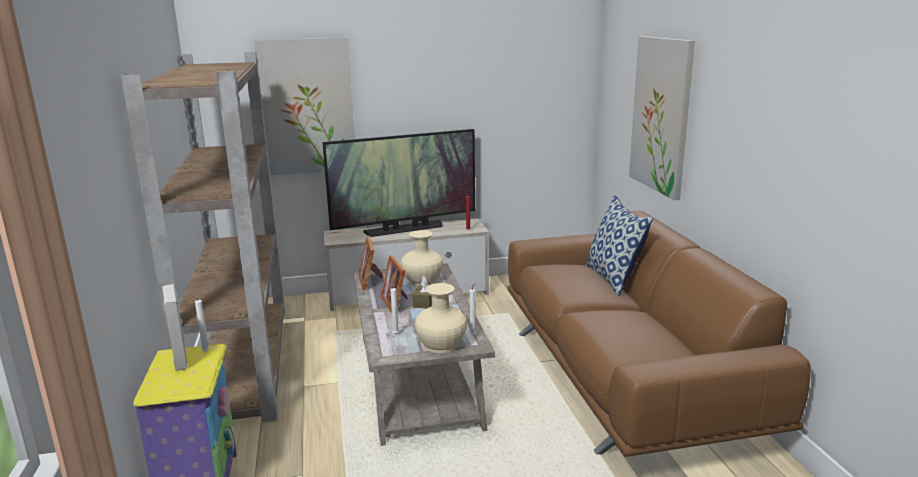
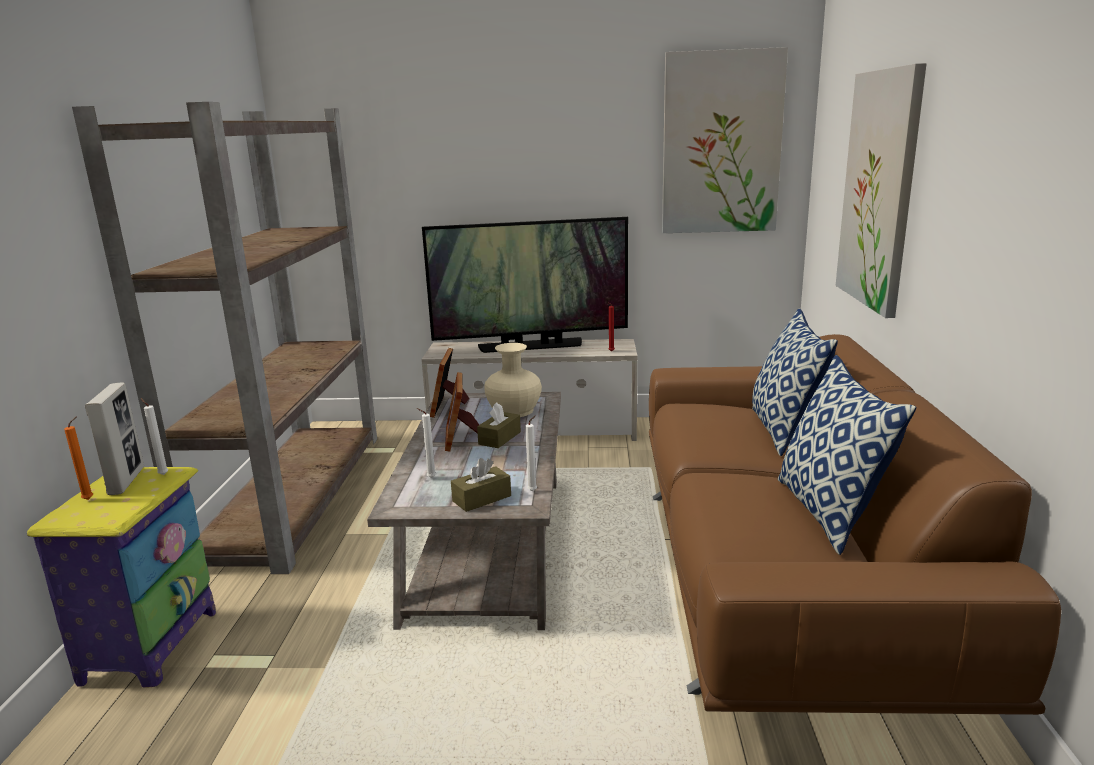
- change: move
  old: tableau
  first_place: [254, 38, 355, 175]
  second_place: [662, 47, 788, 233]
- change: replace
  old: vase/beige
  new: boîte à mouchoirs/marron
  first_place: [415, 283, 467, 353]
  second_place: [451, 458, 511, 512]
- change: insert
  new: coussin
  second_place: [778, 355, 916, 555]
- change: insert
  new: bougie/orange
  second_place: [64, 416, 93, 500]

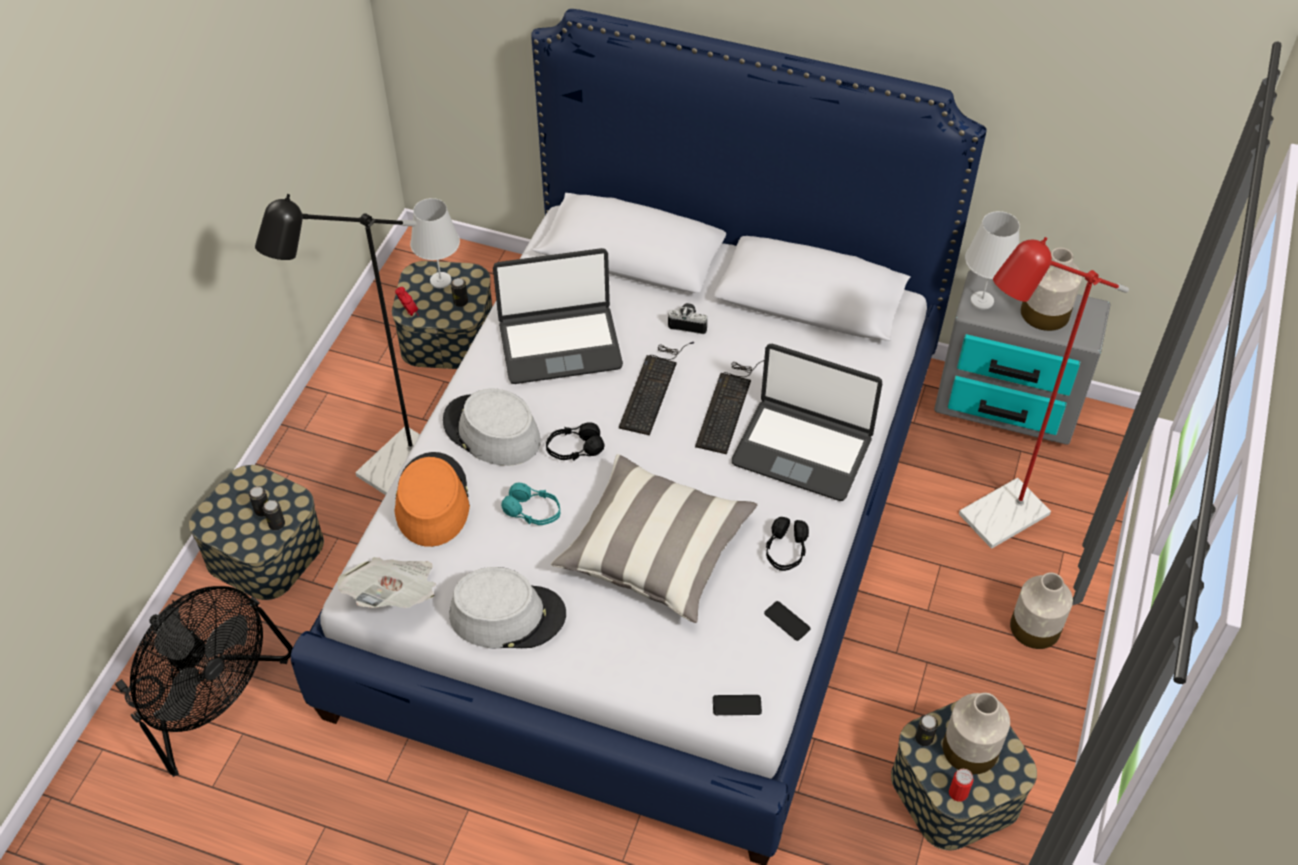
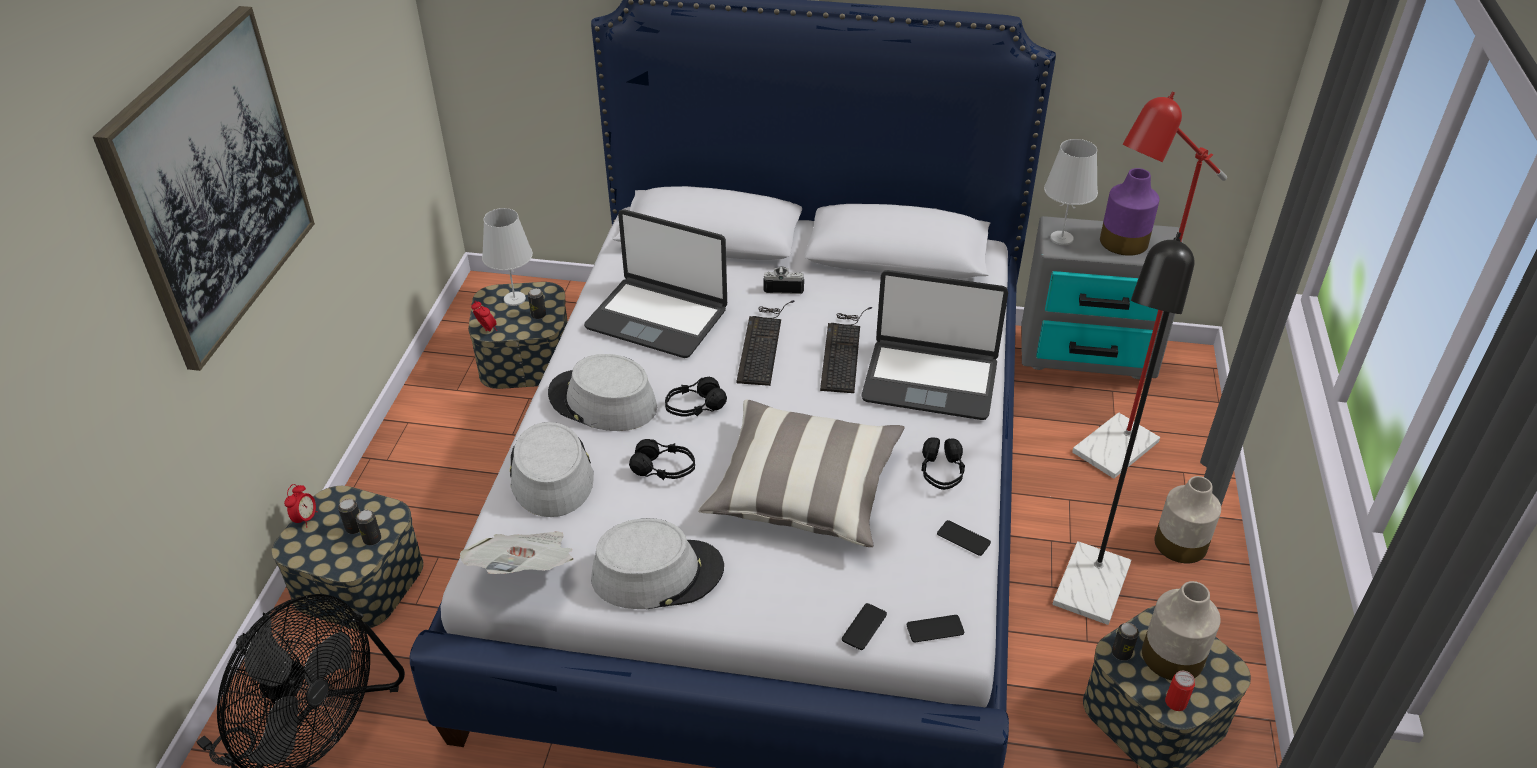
- change: move
  old: lampadaire/noir
  first_place: [255, 194, 420, 495]
  second_place: [1052, 232, 1195, 625]
- change: rotate
  old: ordinateur portable
  first_place: [493, 248, 623, 384]
  second_place: [584, 209, 727, 358]
  degrees: 45
- change: recolor
  old: vase/beige
  new: vase/violet
  first_place: [1021, 248, 1082, 331]
  second_place: [1100, 168, 1160, 256]
- change: recolor
  old: chapeau/orange
  new: chapeau/gris
  first_place: [394, 452, 470, 547]
  second_place: [510, 422, 594, 517]
- change: recolor
  old: casque audio/turquoise
  new: casque audio/noir
  first_place: [501, 483, 560, 525]
  second_place: [629, 439, 695, 480]
- change: insert
  new: tableau
  second_place: [93, 6, 315, 371]
- change: insert
  new: réveil
  second_place: [284, 484, 318, 528]
- change: insert
  new: téléphone
  second_place: [842, 603, 887, 650]

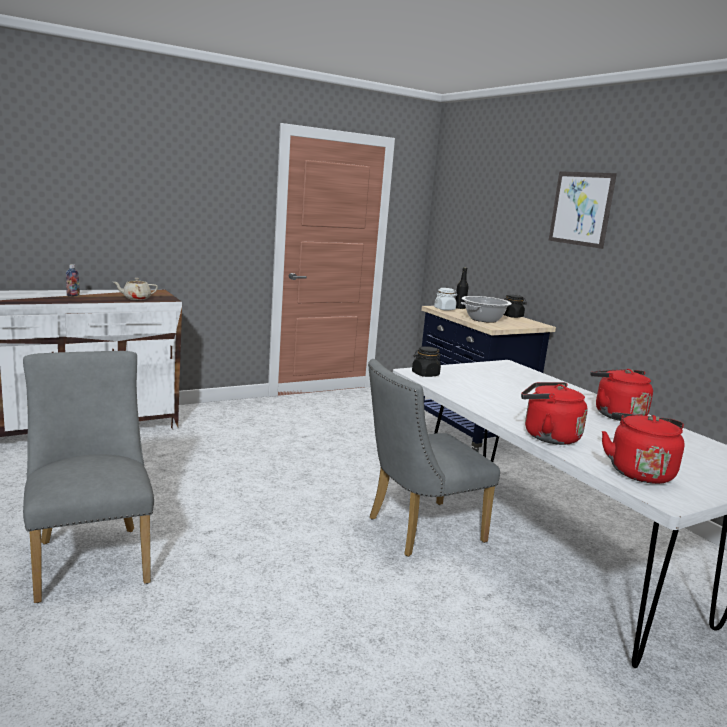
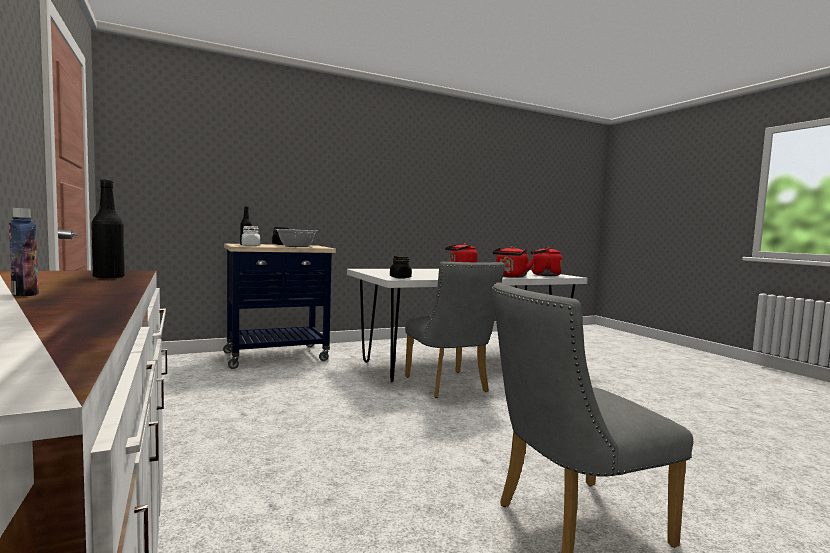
- change: delete
  old: tableau
  first_place: [549, 171, 617, 249]
- change: replace
  old: théière/beige
  new: bouteille/noir
  first_place: [113, 278, 158, 300]
  second_place: [91, 179, 125, 279]

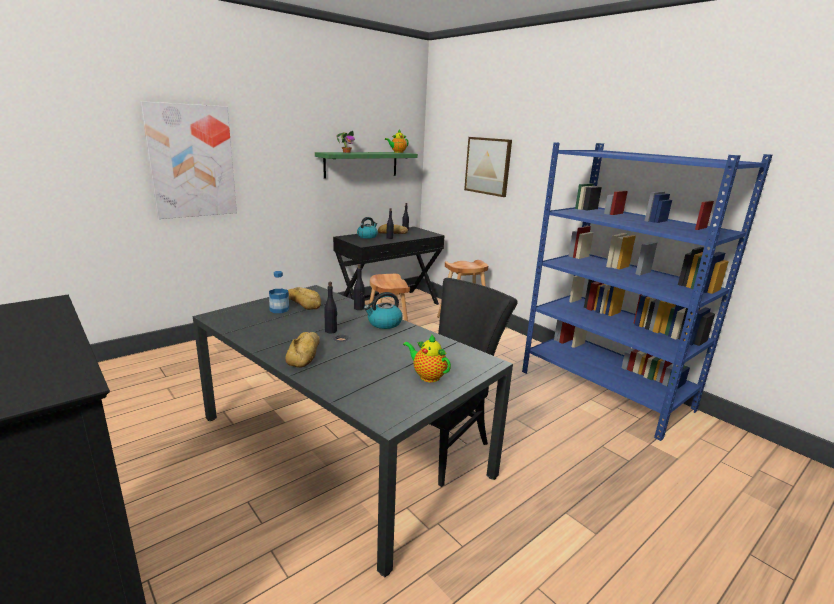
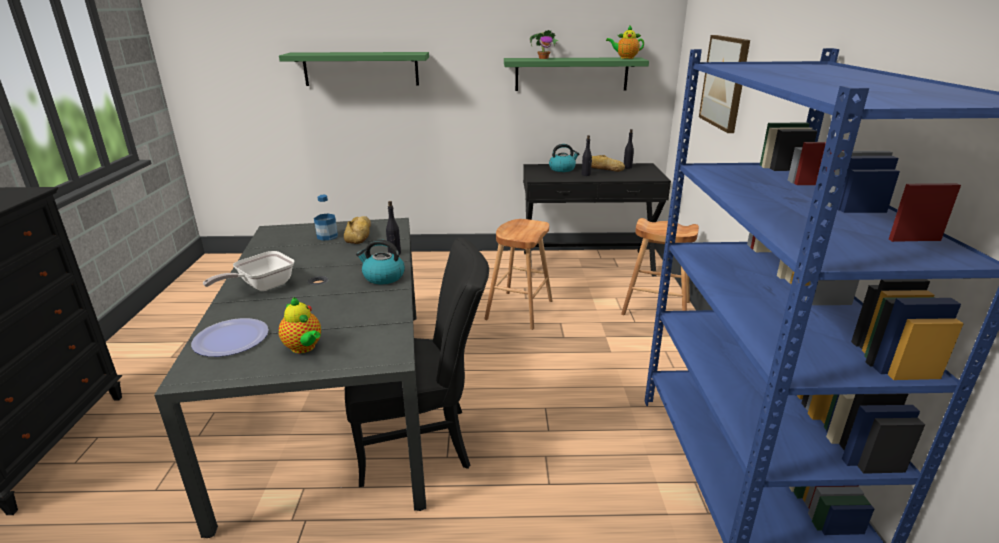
- change: replace
  old: tableau
  new: étagère/vert
  first_place: [140, 101, 237, 219]
  second_place: [279, 52, 429, 86]
- change: delete
  old: bouteille/noir
  first_place: [324, 282, 337, 333]
- change: replace
  old: pain
  new: poêle
  first_place: [285, 332, 320, 368]
  second_place: [203, 251, 294, 291]
- change: rotate
  old: théière
  first_place: [403, 334, 451, 382]
  second_place: [278, 297, 321, 353]
  degrees: 150
- change: insert
  new: assiette
  second_place: [191, 318, 269, 357]

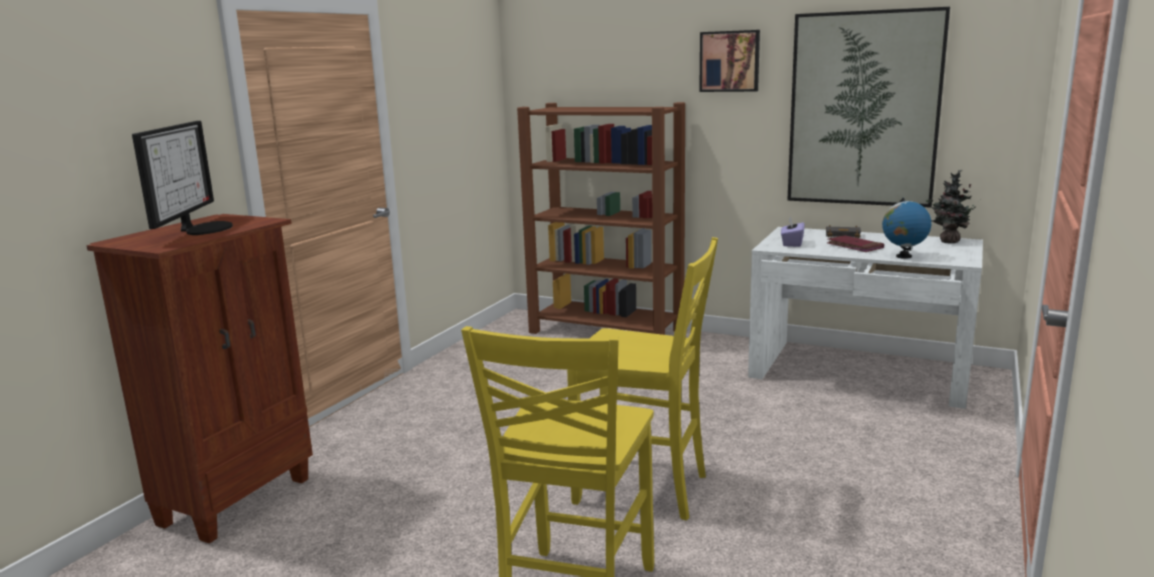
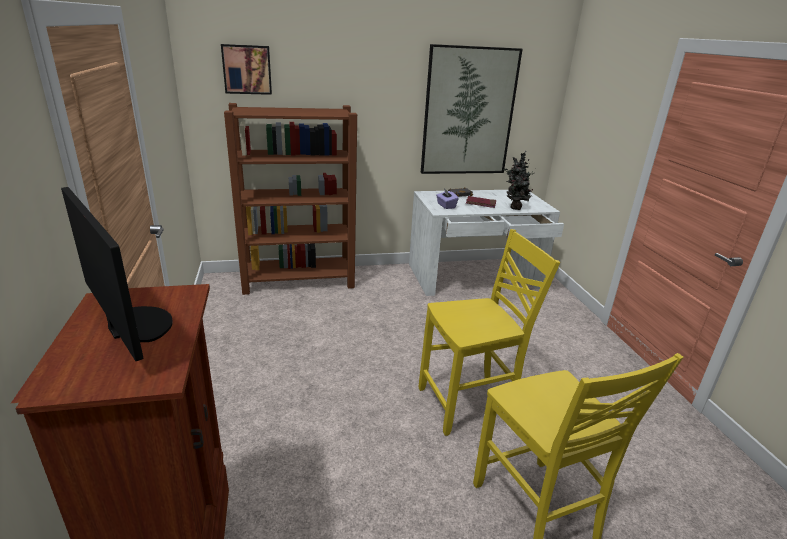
- change: move
  old: tableau
  first_place: [699, 30, 760, 92]
  second_place: [221, 44, 272, 95]
- change: replace
  old: globe
  new: plante en pot
  first_place: [882, 198, 931, 259]
  second_place: [507, 162, 533, 210]

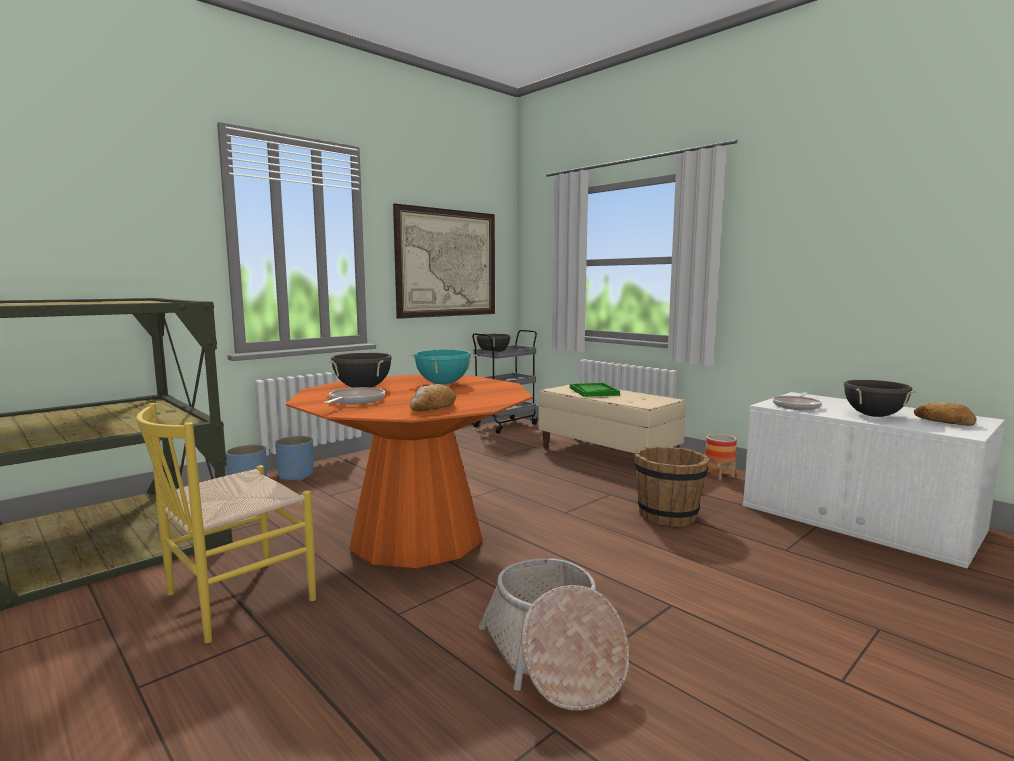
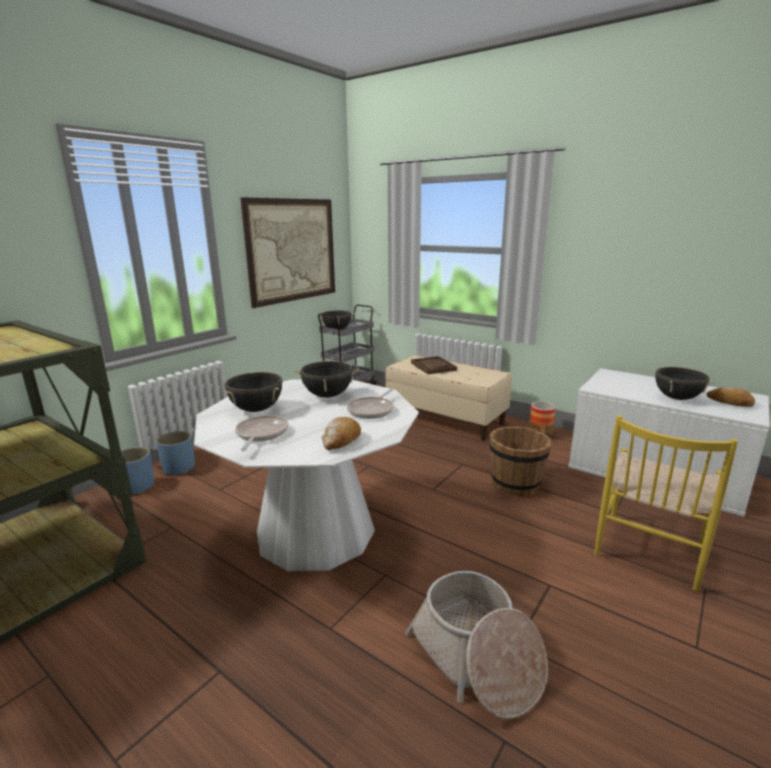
- change: recolor
  old: marmite/turquoise
  new: marmite/noir
  first_place: [409, 350, 477, 385]
  second_place: [294, 360, 359, 398]
- change: recolor
  old: table à manger/orange
  new: table à manger/blanc
  first_place: [286, 374, 532, 568]
  second_place: [194, 379, 419, 571]
- change: recolor
  old: plateau/vert
  new: plateau/marron
  first_place: [570, 383, 620, 397]
  second_place: [411, 356, 457, 374]
- change: move
  old: poêle
  first_place: [772, 392, 822, 410]
  second_place: [347, 389, 394, 419]
- change: move
  old: chaise/jaune
  first_place: [136, 403, 316, 643]
  second_place: [594, 415, 738, 591]

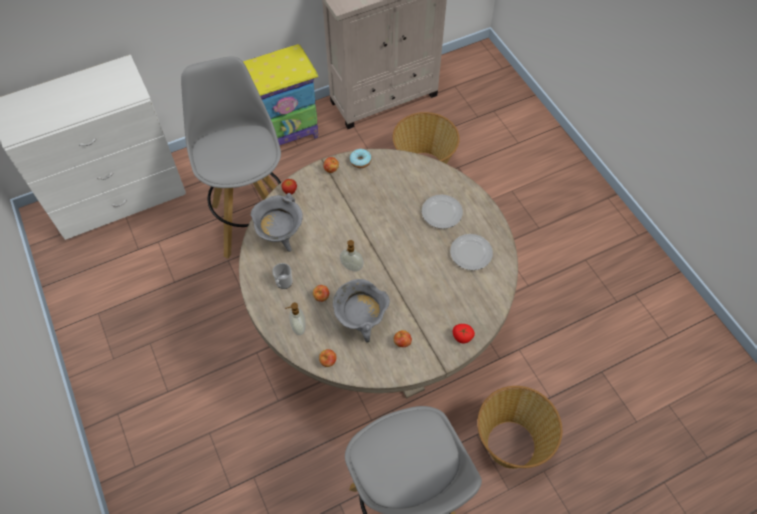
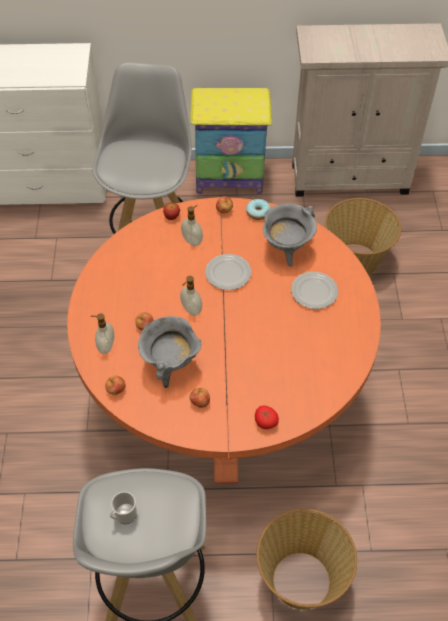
- change: recolor
  old: table à manger/beige
  new: table à manger/orange
  first_place: [239, 149, 518, 399]
  second_place: [67, 197, 381, 484]
- change: move
  old: marmite/gris
  first_place: [250, 193, 303, 252]
  second_place: [263, 204, 317, 266]
- change: move
  old: assiette
  first_place: [450, 234, 493, 270]
  second_place: [205, 254, 251, 290]
- change: move
  old: mug
  first_place: [272, 263, 293, 289]
  second_place: [110, 492, 137, 524]
- change: insert
  new: distributeur de savon
  second_place: [181, 205, 203, 246]

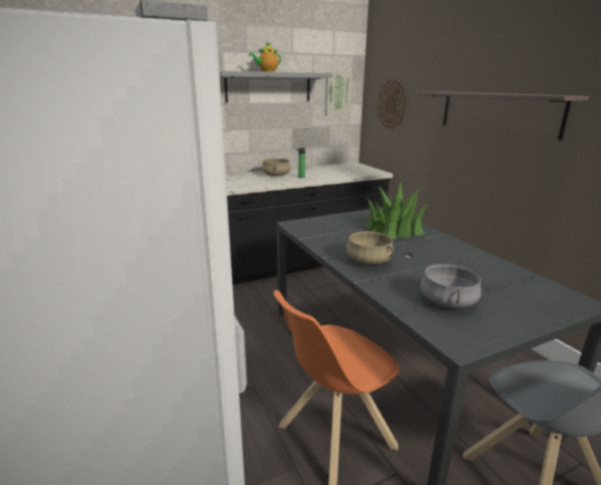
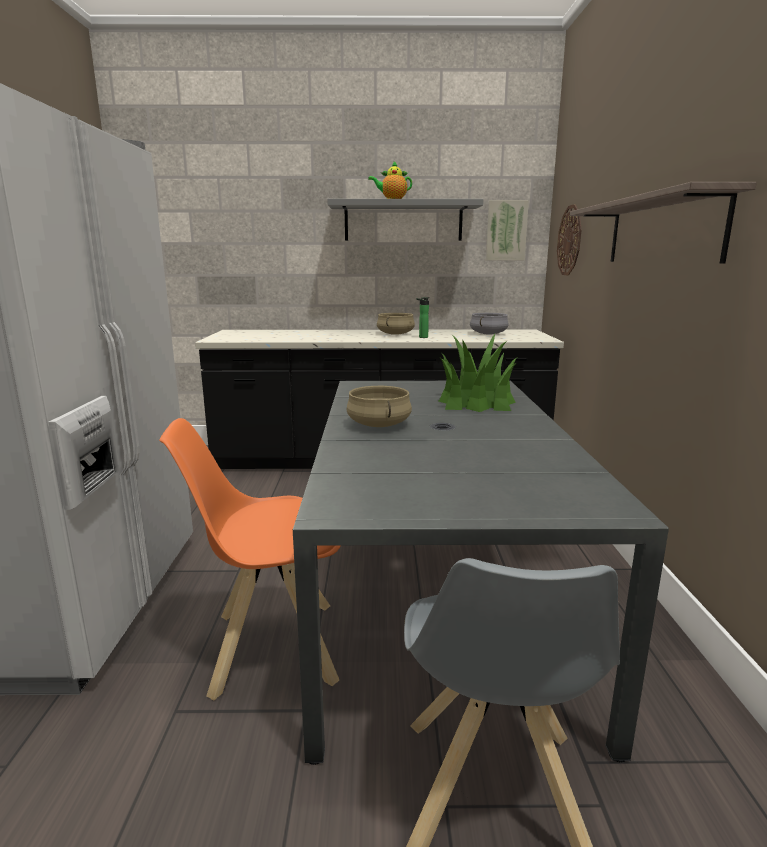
- change: move
  old: marmite/gris
  first_place: [420, 264, 481, 308]
  second_place: [470, 313, 509, 335]

